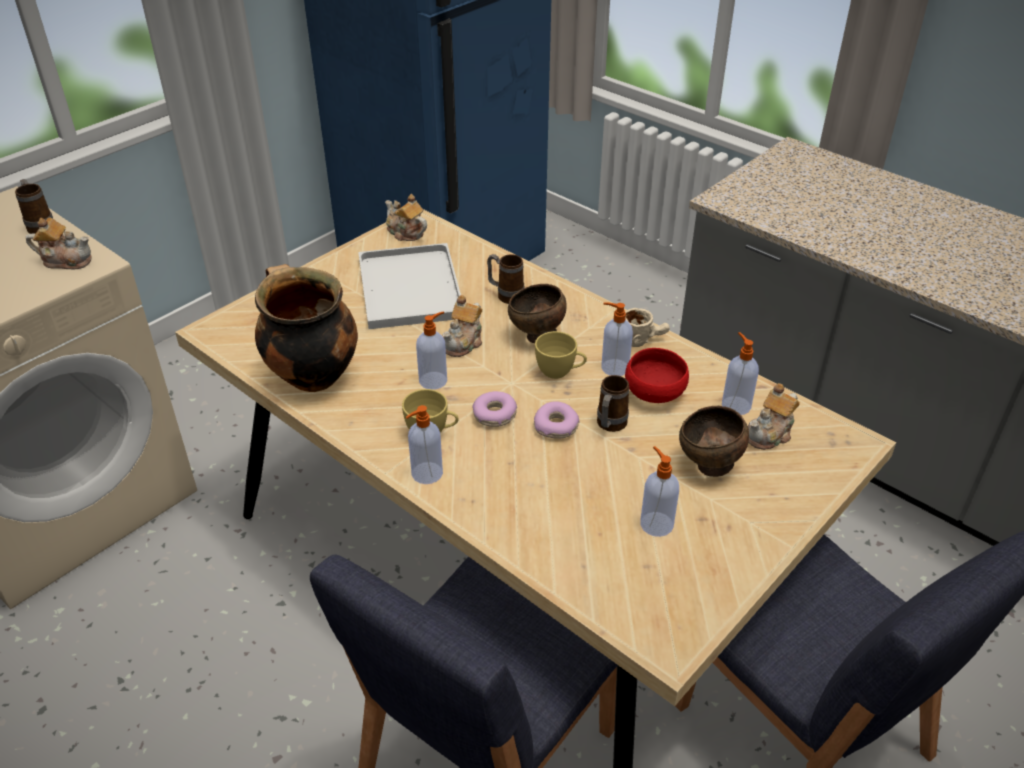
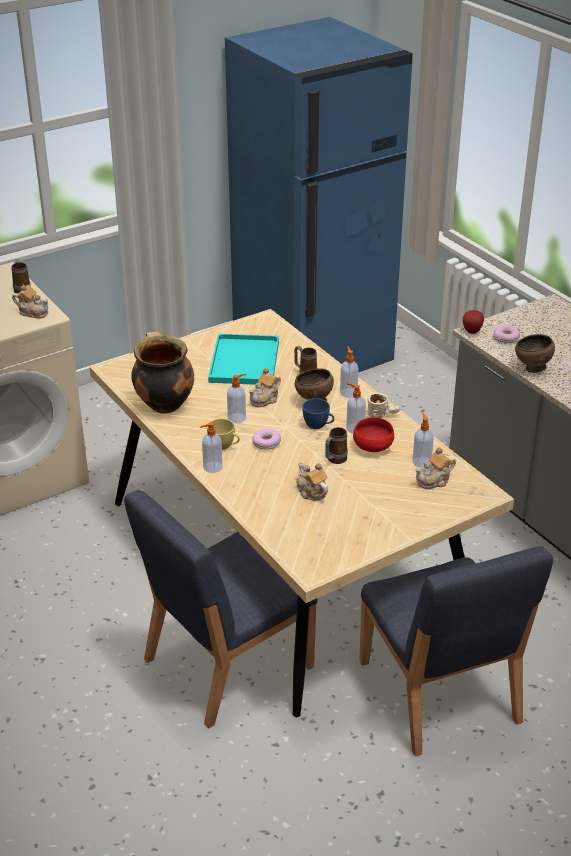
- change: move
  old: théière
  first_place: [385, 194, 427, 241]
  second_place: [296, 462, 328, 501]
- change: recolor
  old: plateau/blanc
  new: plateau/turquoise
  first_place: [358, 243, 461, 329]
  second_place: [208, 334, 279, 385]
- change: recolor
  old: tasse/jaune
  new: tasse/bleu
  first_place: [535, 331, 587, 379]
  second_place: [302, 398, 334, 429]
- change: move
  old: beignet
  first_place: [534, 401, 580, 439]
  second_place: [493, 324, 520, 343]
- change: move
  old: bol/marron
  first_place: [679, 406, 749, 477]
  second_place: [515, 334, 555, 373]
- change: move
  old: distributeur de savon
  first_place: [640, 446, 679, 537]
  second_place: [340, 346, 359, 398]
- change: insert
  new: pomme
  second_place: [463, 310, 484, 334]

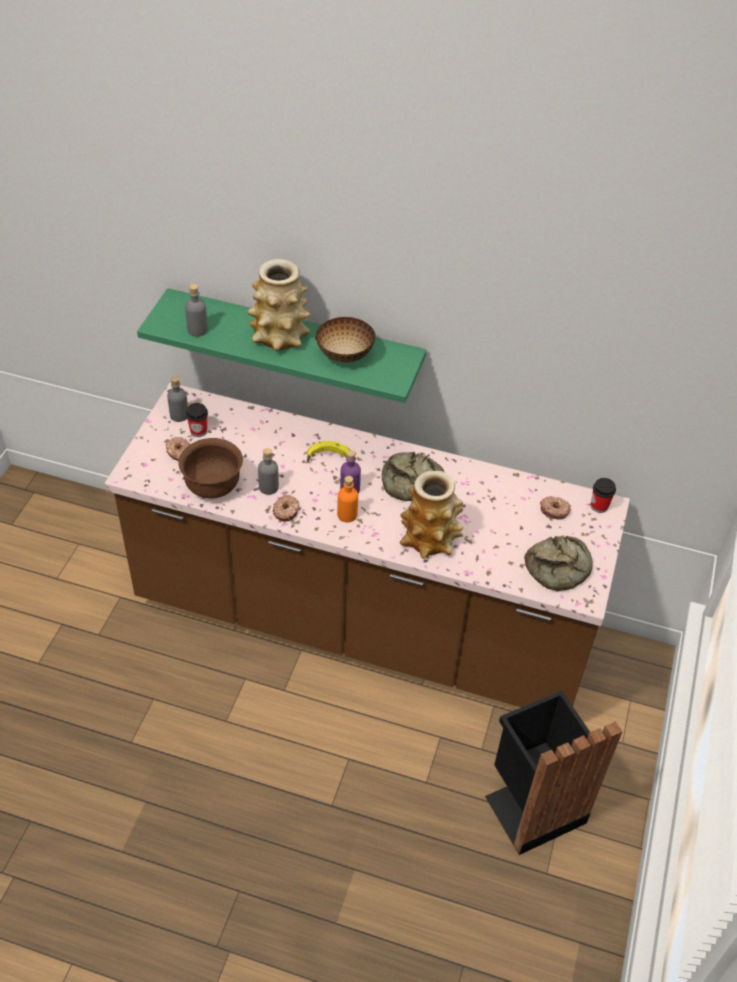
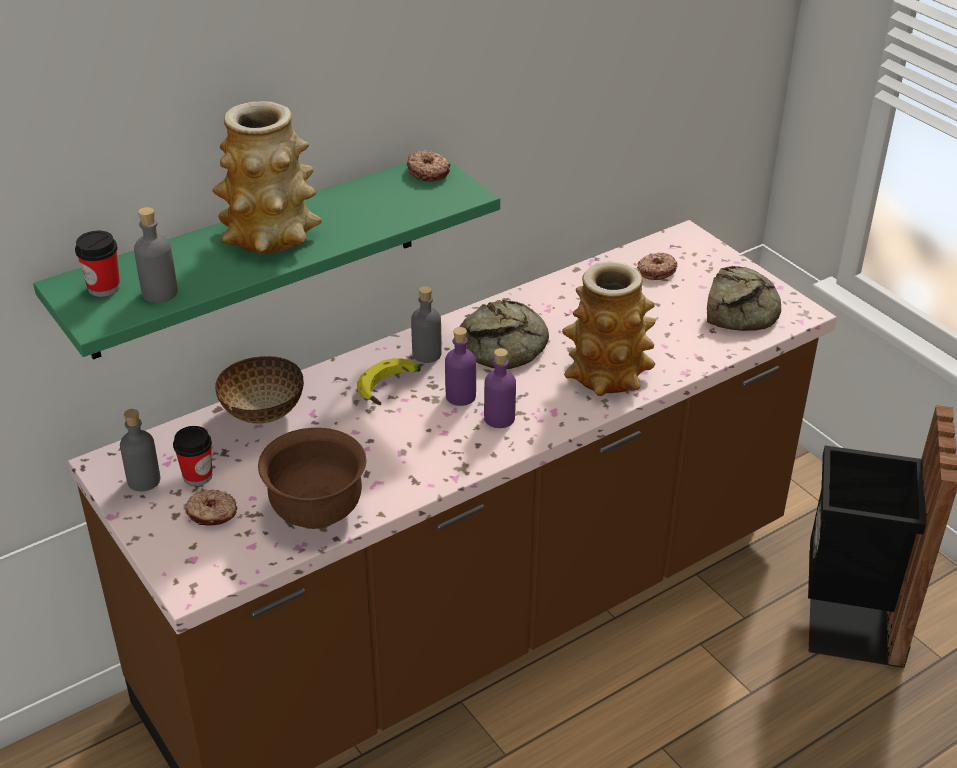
- change: move
  old: bol
  first_place: [315, 317, 375, 363]
  second_place: [215, 356, 304, 424]
- change: move
  old: bouteille/gris
  first_place: [258, 448, 279, 495]
  second_place: [411, 286, 442, 363]
- change: recolor
  old: bouteille/orange
  new: bouteille/violet
  first_place: [337, 476, 358, 523]
  second_place: [484, 348, 516, 428]
- change: move
  old: tasse
  first_place: [591, 478, 616, 513]
  second_place: [75, 231, 120, 297]
- change: move
  old: beignet
  first_place: [273, 495, 299, 522]
  second_place: [407, 150, 451, 182]

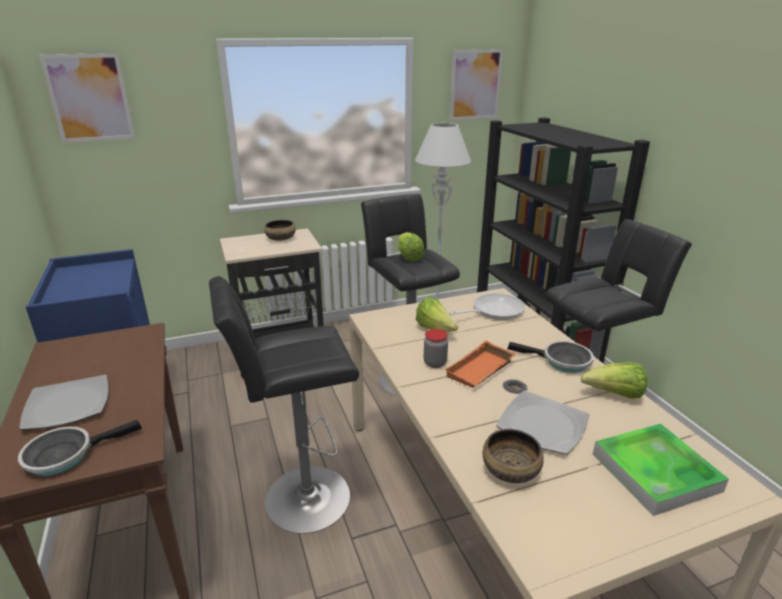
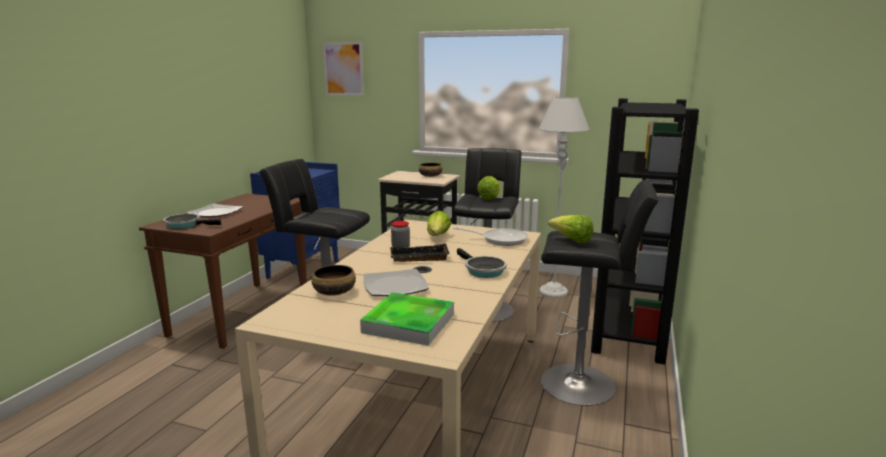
- change: delete
  old: tableau
  first_place: [450, 49, 503, 121]
- change: recolor
  old: plateau/orange
  new: plateau/noir
  first_place: [444, 340, 516, 388]
  second_place: [390, 244, 450, 262]
- change: move
  old: laitue
  first_place: [581, 362, 647, 398]
  second_place: [548, 215, 593, 244]

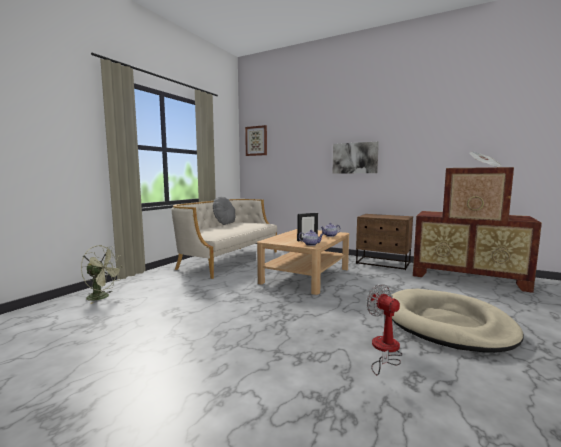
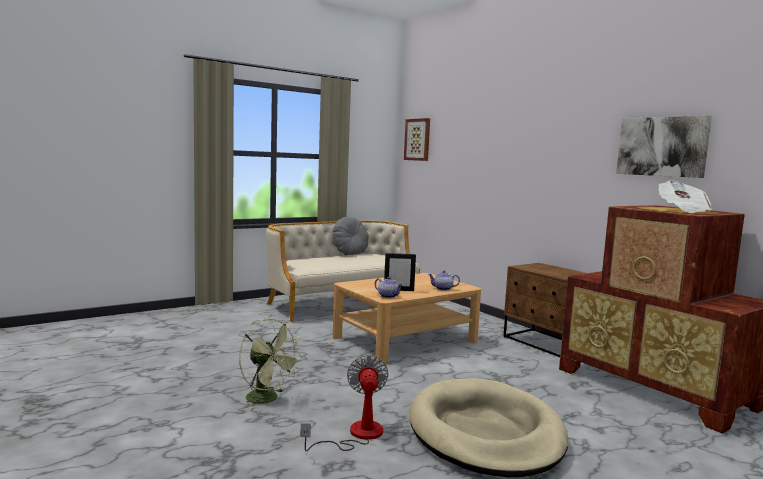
- change: move
  old: tableau
  first_place: [333, 142, 379, 173]
  second_place: [616, 115, 712, 178]
- change: move
  old: ventilateur/vert
  first_place: [81, 245, 123, 304]
  second_place: [239, 319, 302, 410]

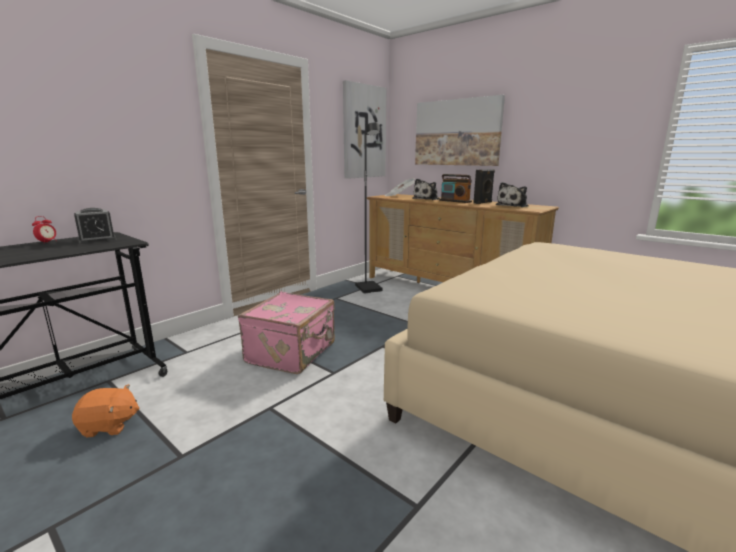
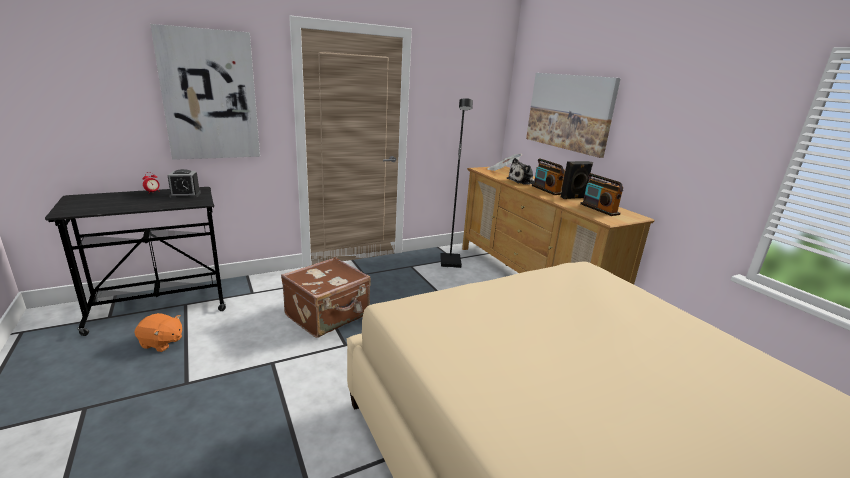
- change: move
  old: tableau
  first_place: [343, 80, 387, 179]
  second_place: [150, 24, 260, 160]
- change: replace
  old: peluche
  new: radio
  first_place: [496, 182, 529, 207]
  second_place: [580, 173, 623, 216]
- change: recolor
  old: valise/rose
  new: valise/marron
  first_place: [238, 292, 335, 374]
  second_place: [281, 257, 371, 338]

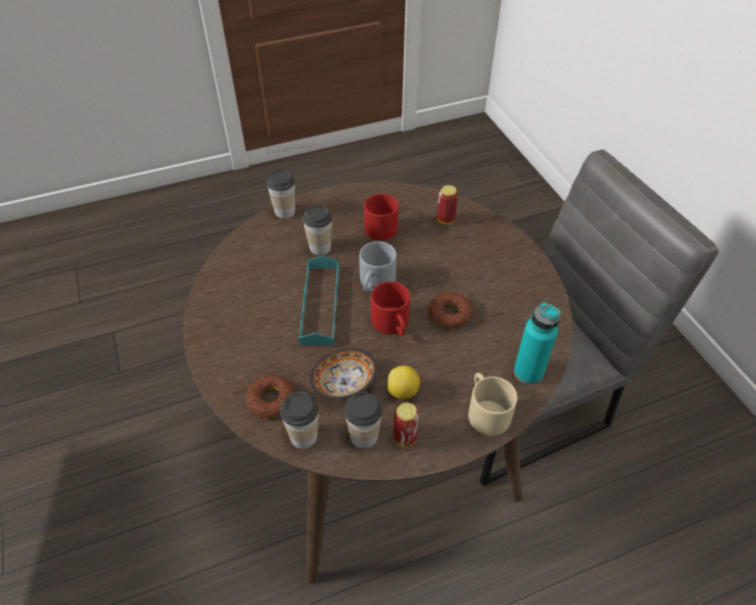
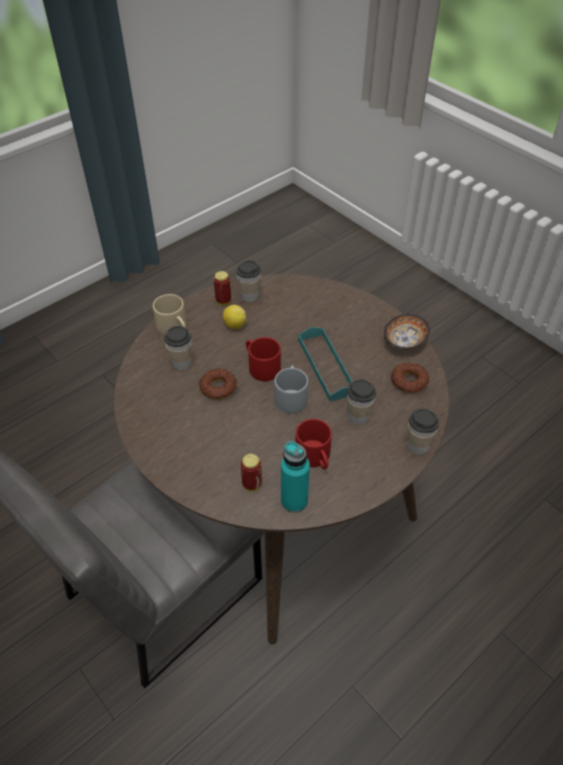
- change: move
  old: bouteille/turquoise
  first_place: [514, 302, 561, 385]
  second_place: [281, 441, 310, 513]
- change: move
  old: bol
  first_place: [310, 348, 378, 400]
  second_place: [384, 314, 430, 349]
- change: move
  old: beignet
  first_place: [245, 375, 295, 419]
  second_place: [391, 362, 429, 393]
- change: move
  old: tasse
  first_place: [280, 392, 319, 449]
  second_place: [164, 326, 191, 370]

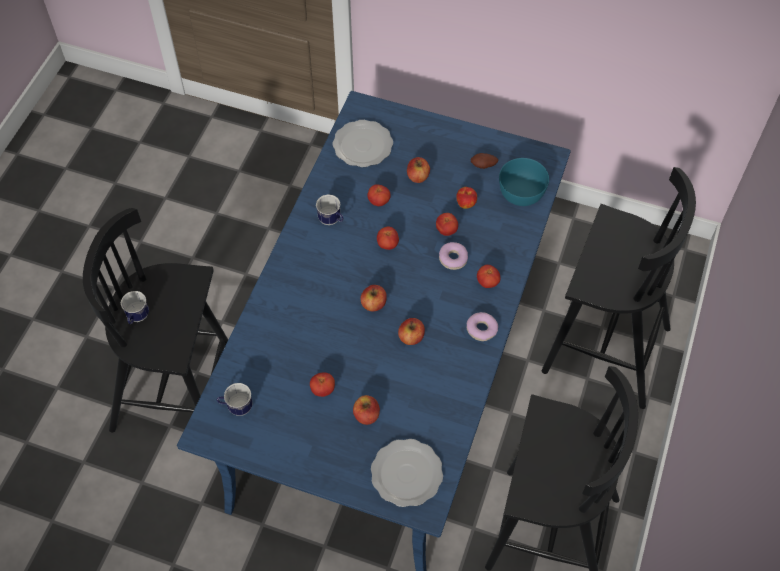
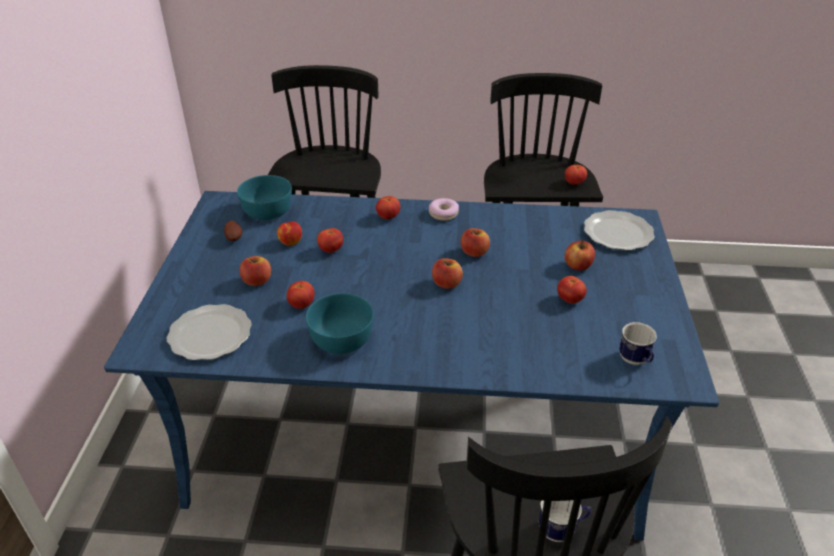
- change: replace
  old: mug
  new: bol/turquoise
  first_place: [316, 195, 343, 225]
  second_place: [306, 293, 374, 354]
- change: move
  old: tomate
  first_place: [377, 227, 399, 250]
  second_place: [565, 165, 587, 185]
- change: delete
  old: beignet
  first_place: [439, 242, 468, 270]

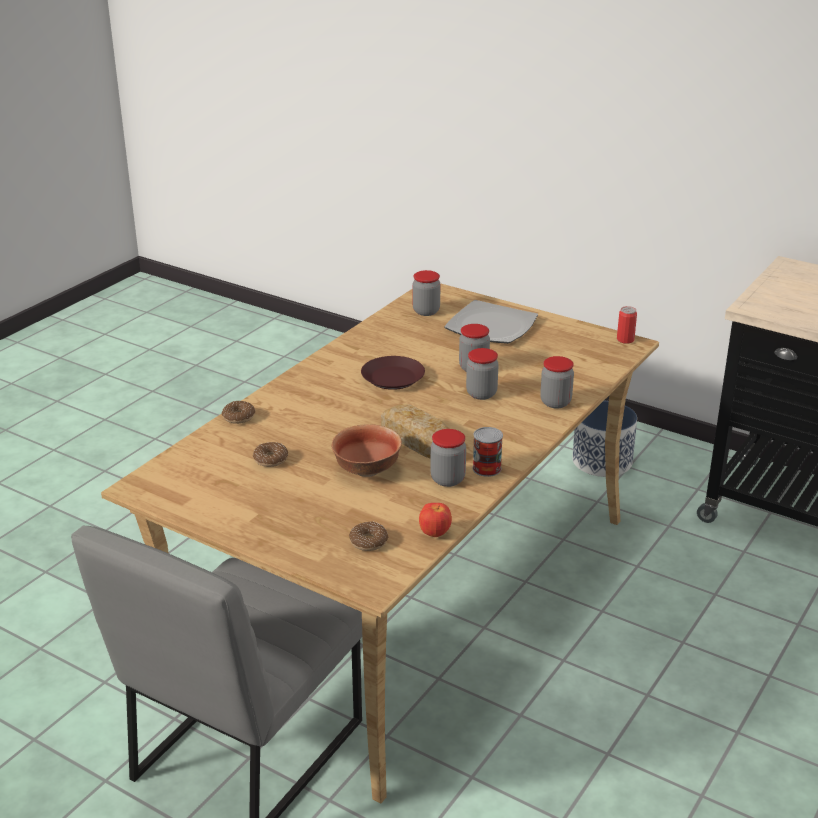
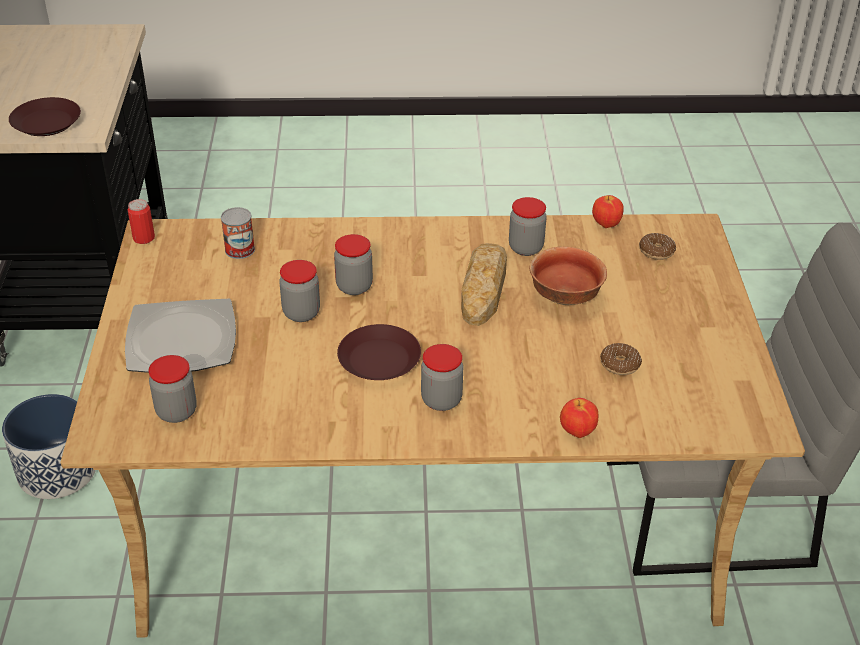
- change: move
  old: bocal
  first_place: [540, 356, 574, 408]
  second_place: [421, 344, 463, 411]
- change: replace
  old: beignet
  new: pomme
  first_place: [222, 401, 255, 424]
  second_place: [560, 398, 598, 438]
- change: move
  old: boîte métallique
  first_place: [473, 427, 503, 477]
  second_place: [221, 207, 255, 259]
- change: insert
  new: assiette/marron
  second_place: [9, 97, 81, 136]

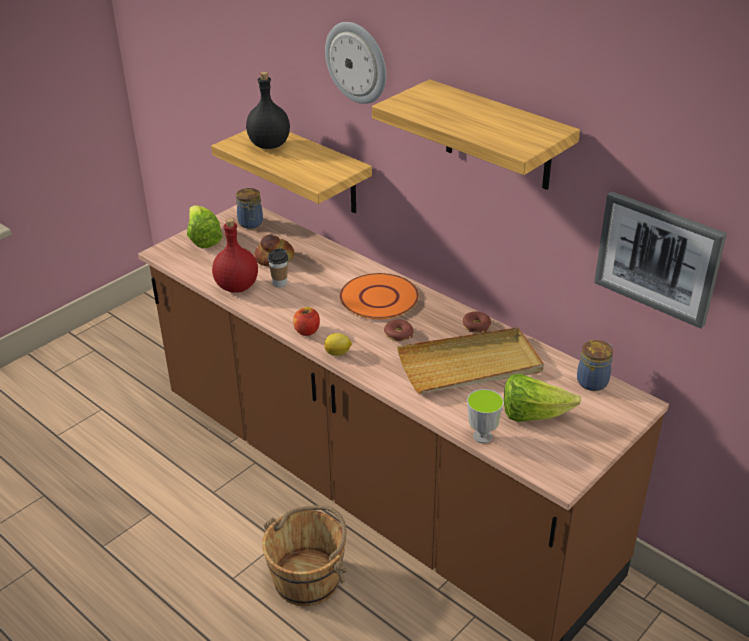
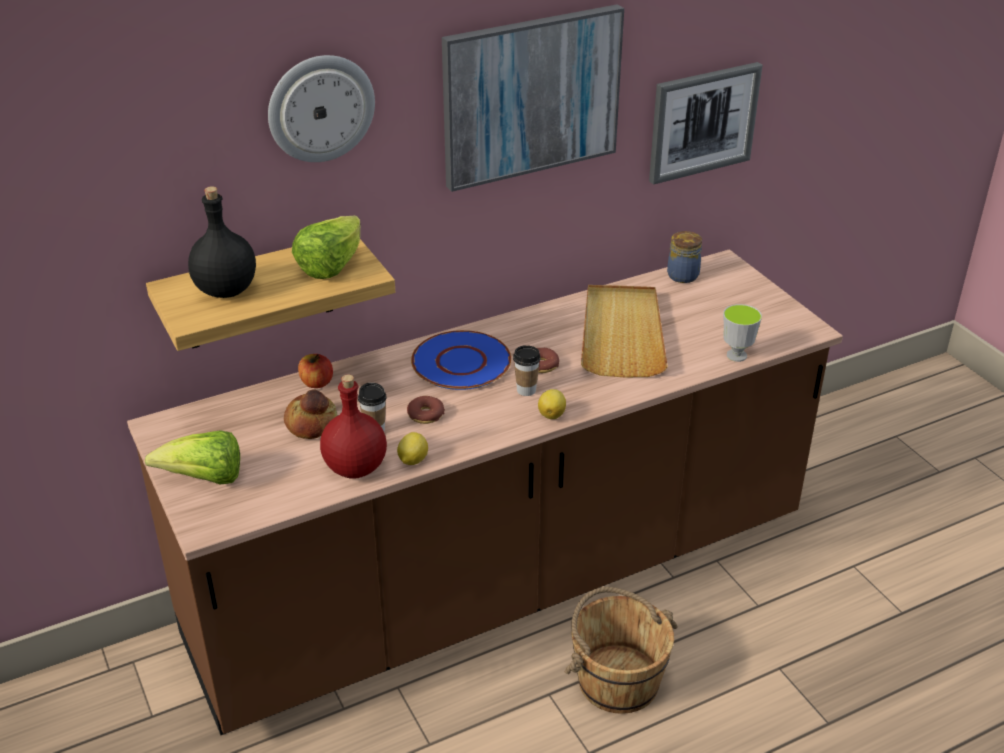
- change: replace
  old: étagère
  new: tableau
  first_place: [372, 79, 580, 190]
  second_place: [442, 4, 624, 192]
- change: delete
  old: bocal
  first_place: [236, 188, 263, 229]
- change: recolor
  old: assiette/orange
  new: assiette/bleu
  first_place: [340, 273, 419, 319]
  second_place: [411, 330, 511, 390]
- change: move
  old: pomme
  first_place: [293, 307, 320, 336]
  second_place: [298, 354, 333, 388]
- change: move
  old: beignet
  first_place: [463, 311, 491, 333]
  second_place: [407, 396, 445, 424]
- change: move
  old: laitue
  first_place: [504, 374, 581, 422]
  second_place: [292, 216, 360, 279]
- change: insert
  new: tasse
  second_place: [513, 345, 541, 396]
- change: insert
  new: citron
  second_place: [397, 432, 428, 465]

